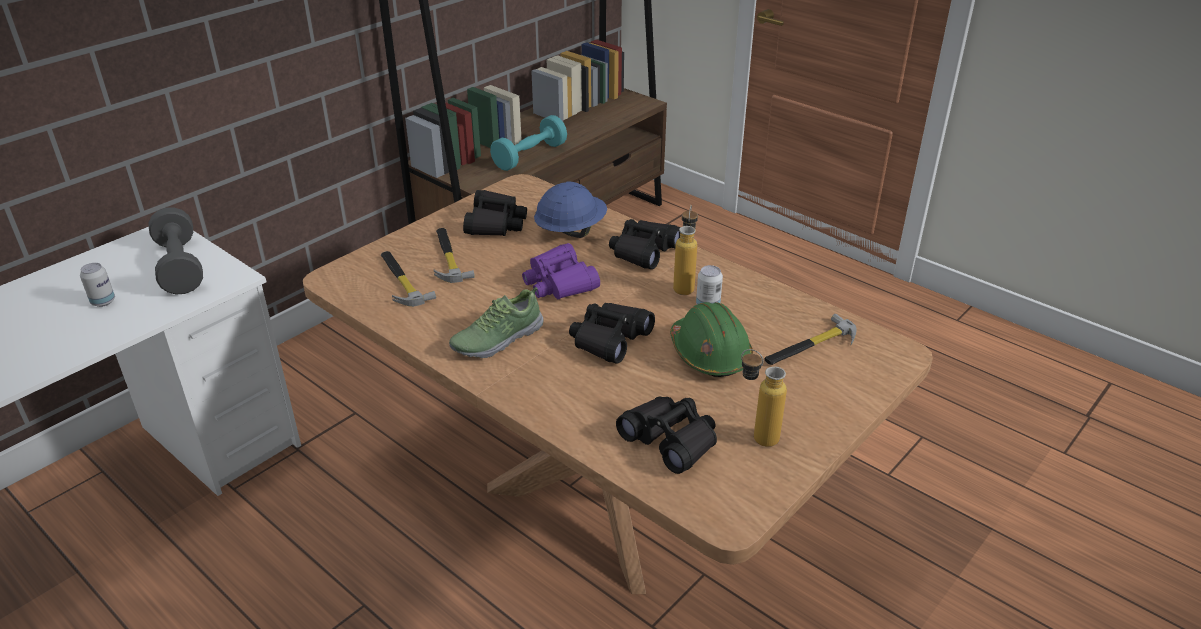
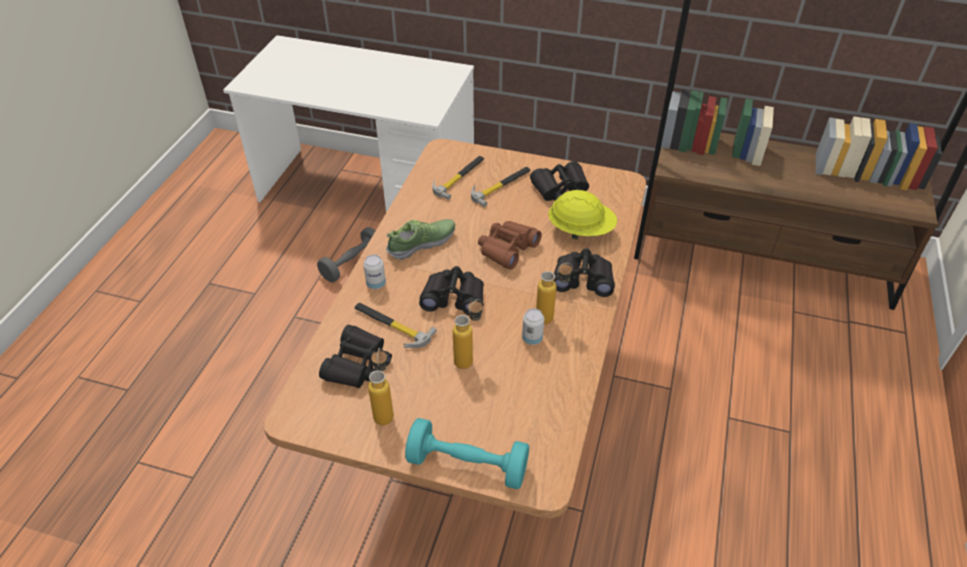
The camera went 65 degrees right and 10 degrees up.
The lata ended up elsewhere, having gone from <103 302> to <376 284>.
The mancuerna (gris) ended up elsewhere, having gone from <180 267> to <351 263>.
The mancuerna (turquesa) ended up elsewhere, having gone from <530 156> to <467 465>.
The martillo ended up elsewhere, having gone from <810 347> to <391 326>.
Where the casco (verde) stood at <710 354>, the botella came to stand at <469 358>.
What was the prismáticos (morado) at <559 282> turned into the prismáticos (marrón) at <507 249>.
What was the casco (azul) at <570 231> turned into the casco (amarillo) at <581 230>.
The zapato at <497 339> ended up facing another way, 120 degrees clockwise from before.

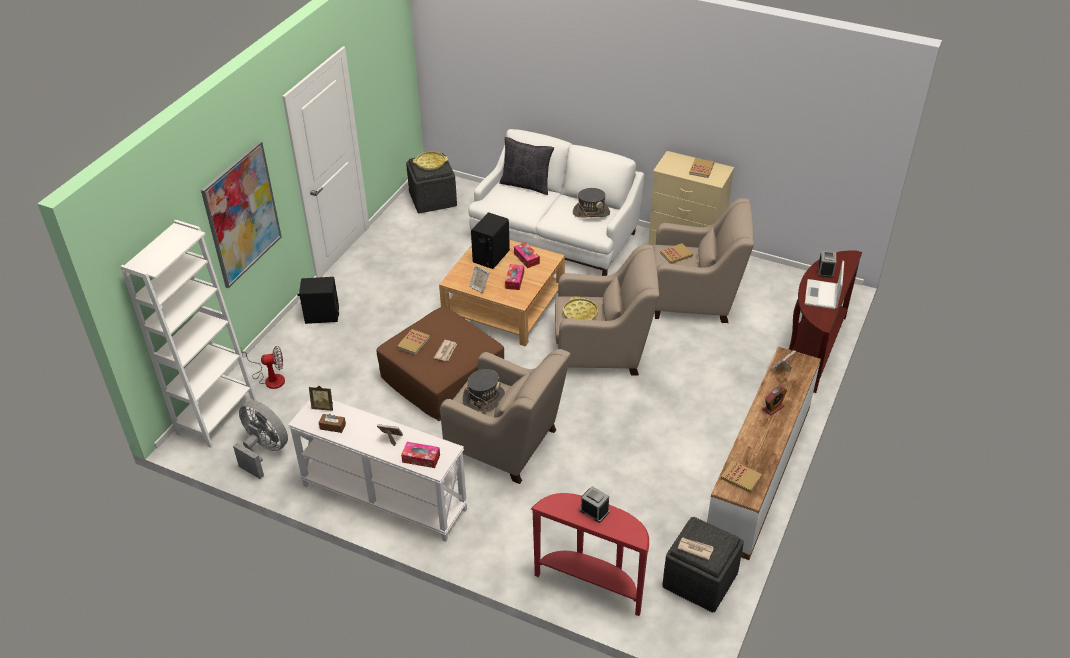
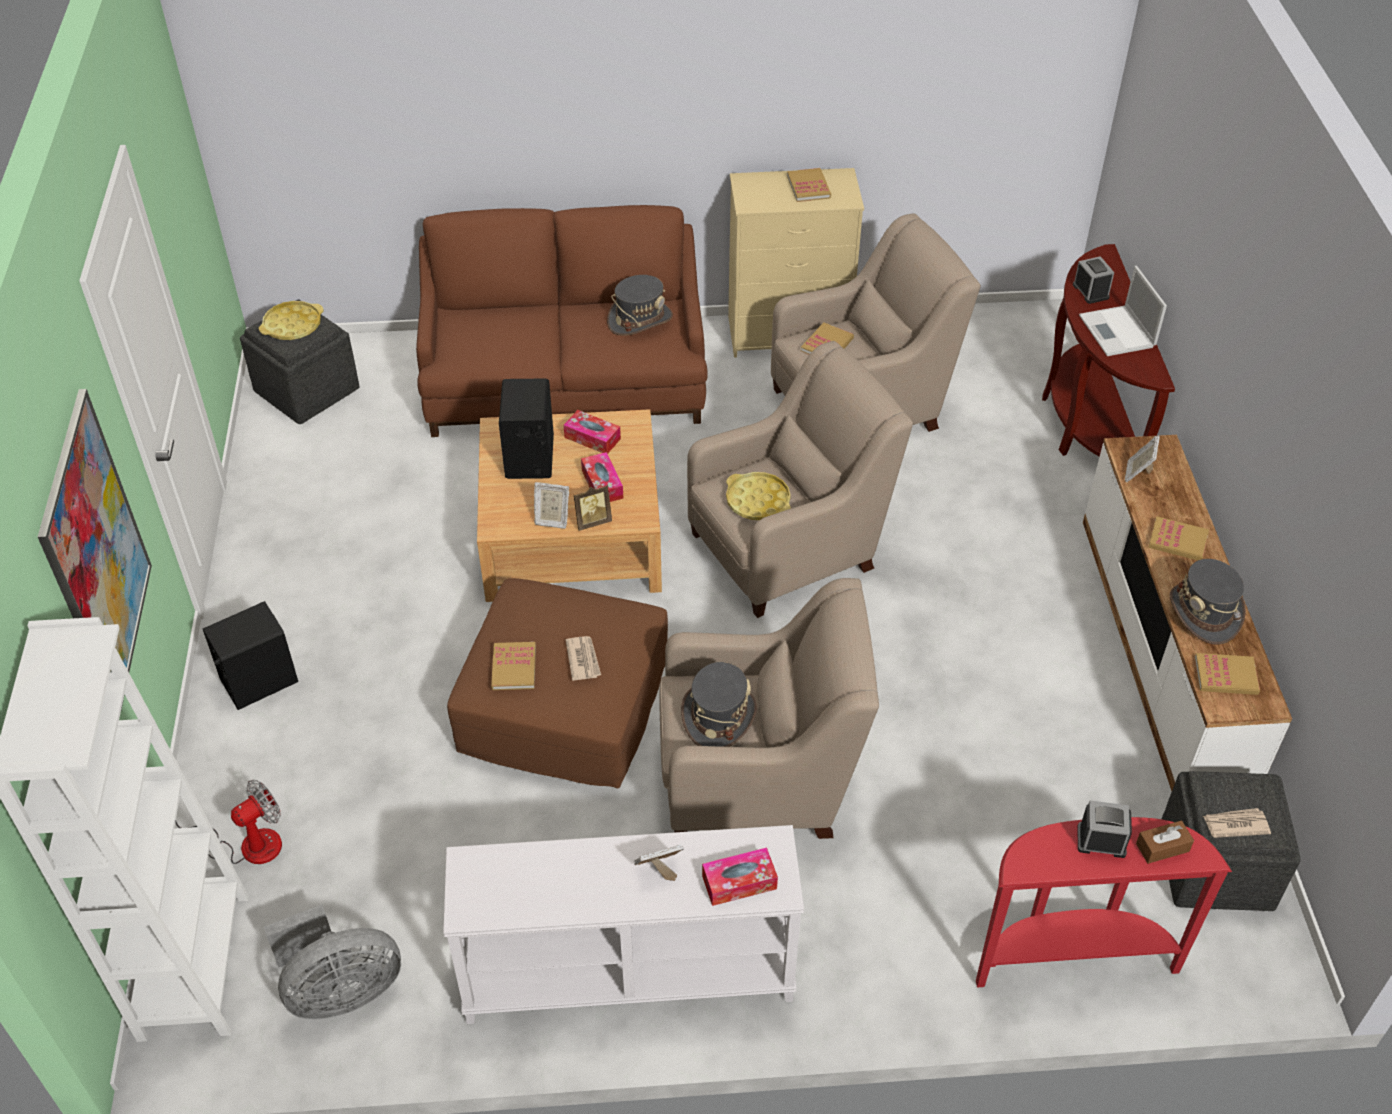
The camera went 30 degrees left and 5 degrees up.
The second view lost the cojín (negro) at <526 185>.
The second view gained the sombrero (gris) at <1204 613>.
The portarretratos ended up elsewhere, having gone from <323 407> to <592 521>.
The caja de pañuelos (marrón) ended up elsewhere, having gone from <332 426> to <1162 847>.
Where the despertador stood at <773 408>, the libro came to stand at <1177 541>.
What was the sofá (blanco) at <556 234> turned into the sofá (marrón) at <566 378>.
The ventilador (gris) at <264 451> ended up facing another way, 150 degrees clockwise from before.

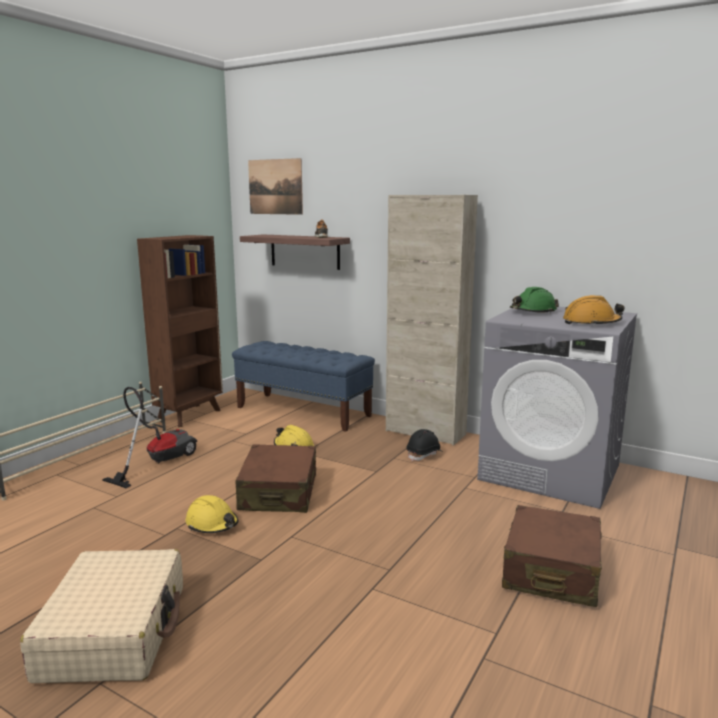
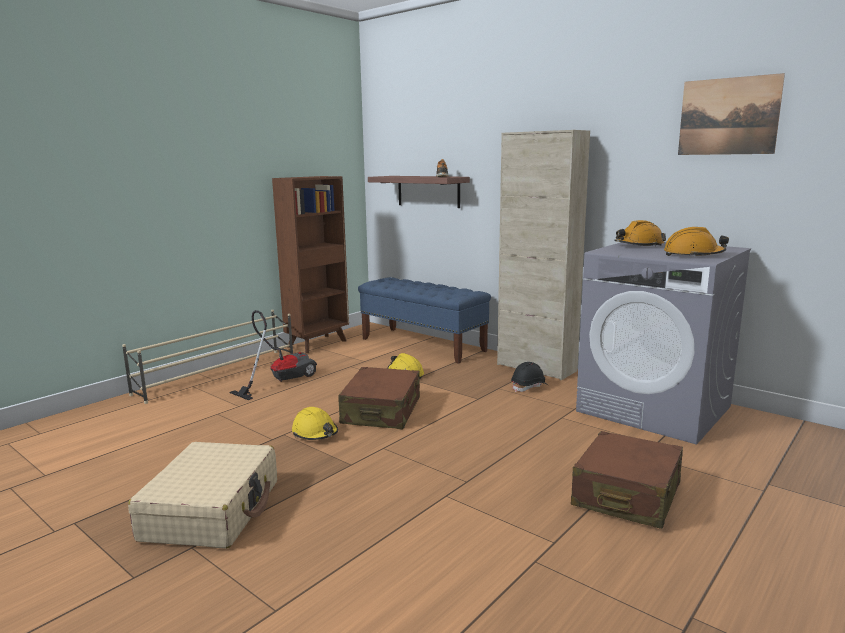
The camera went 10 degrees right and 0 degrees up.
The cuadro ended up elsewhere, having gone from <275 187> to <728 116>.
What was the casco (verde) at <533 312> turned into the casco (naranja) at <638 246>.

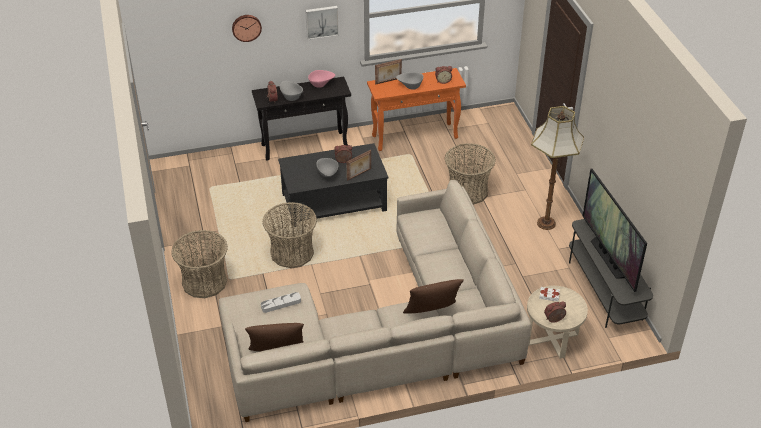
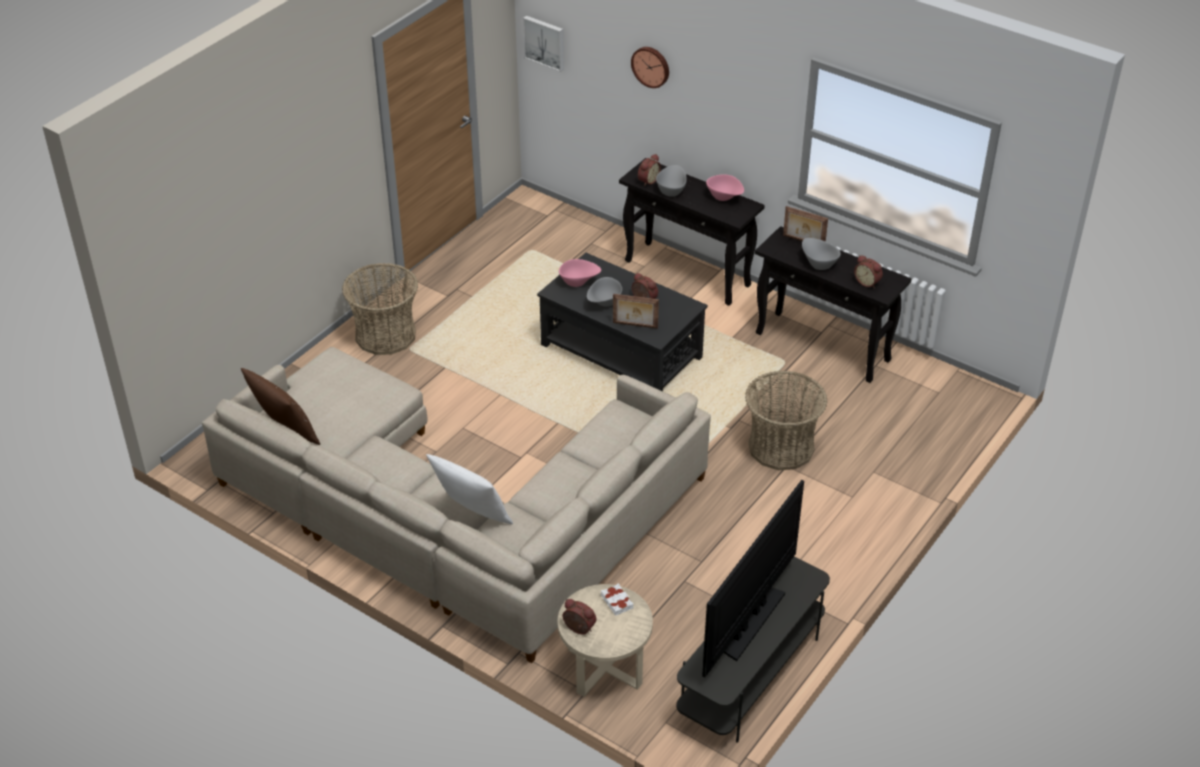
The camera went 50 degrees right and 0 degrees up.
The second view lost the bandeja (gris) at <281 304>.
The second view lost the cesta at <292 253>.
The second view lost the lámpara de pie at <546 223>.
The second view gained the cuenco (rosa) at <579 282>.
The cuadro ended up elsewhere, having gone from <321 21> to <545 42>.
What was the mesa consola (naranja) at <415 136> turned into the mesa consola (negro) at <824 347>.
What was the cojín (marrón) at <432 314> turned into the cojín (blanco) at <472 515>.

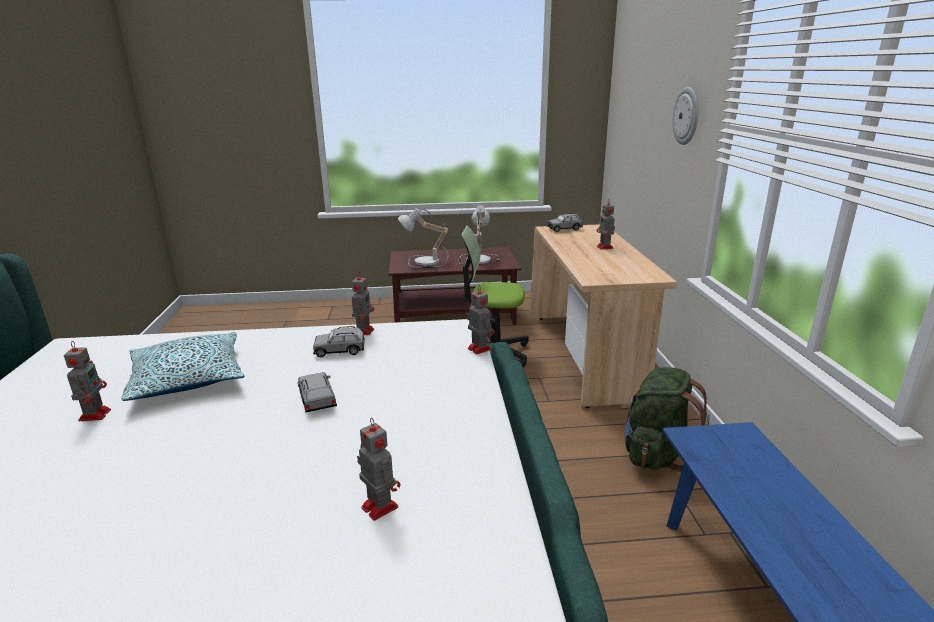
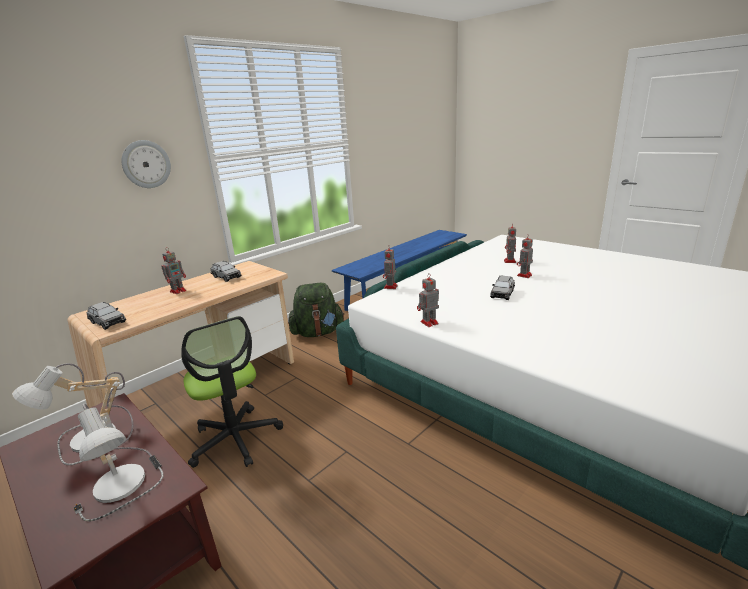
The camera went 130 degrees left and 0 degrees up.
The second view lost the cojín at <188 378>.
The robot de juguete ended up elsewhere, having gone from <95 414> to <524 275>.
The coche de juguete (gris) ended up elsewhere, having gone from <340 350> to <226 277>.

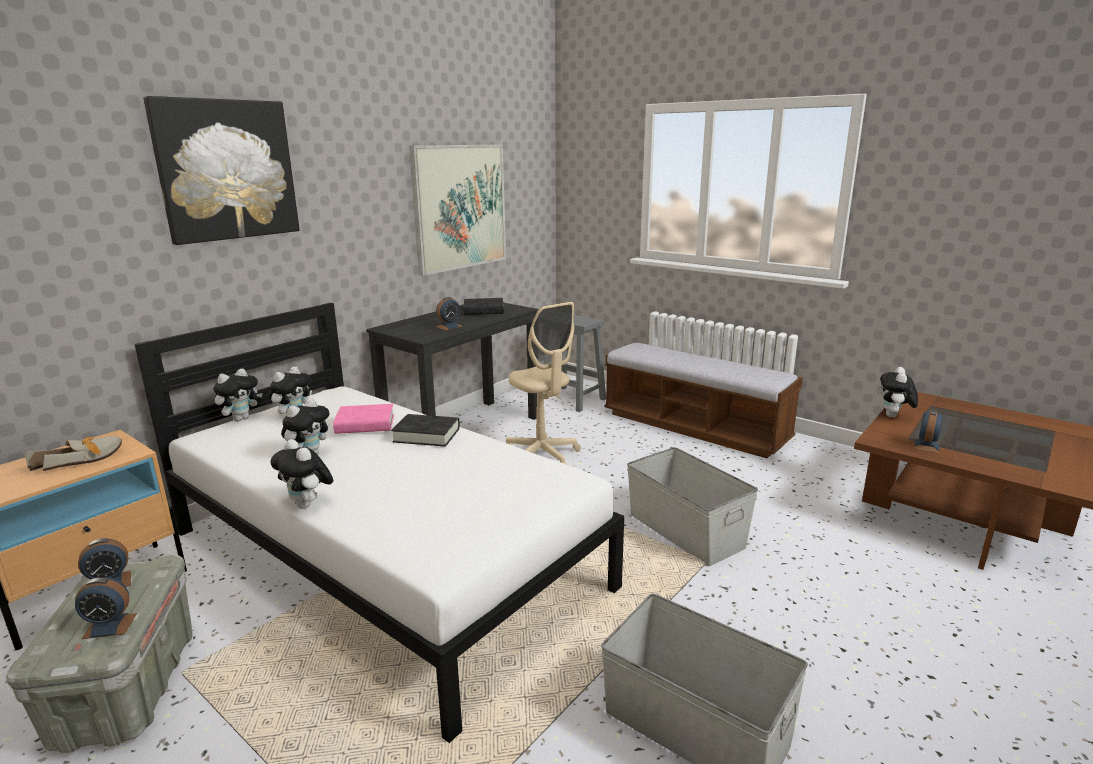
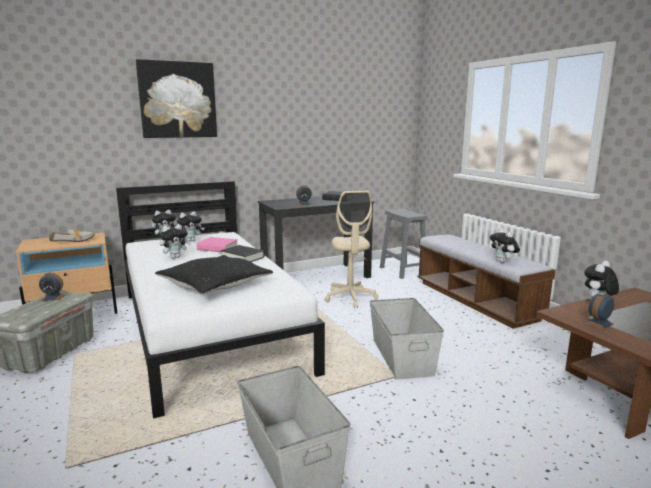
The camera went 25 degrees right and 5 degrees down.
The second view lost the despertador at <110 626>.
The second view lost the cuadro at <460 207>.
The second view gained the cojín (negro) at <215 285>.
The peluche ended up elsewhere, having gone from <308 505> to <503 262>.

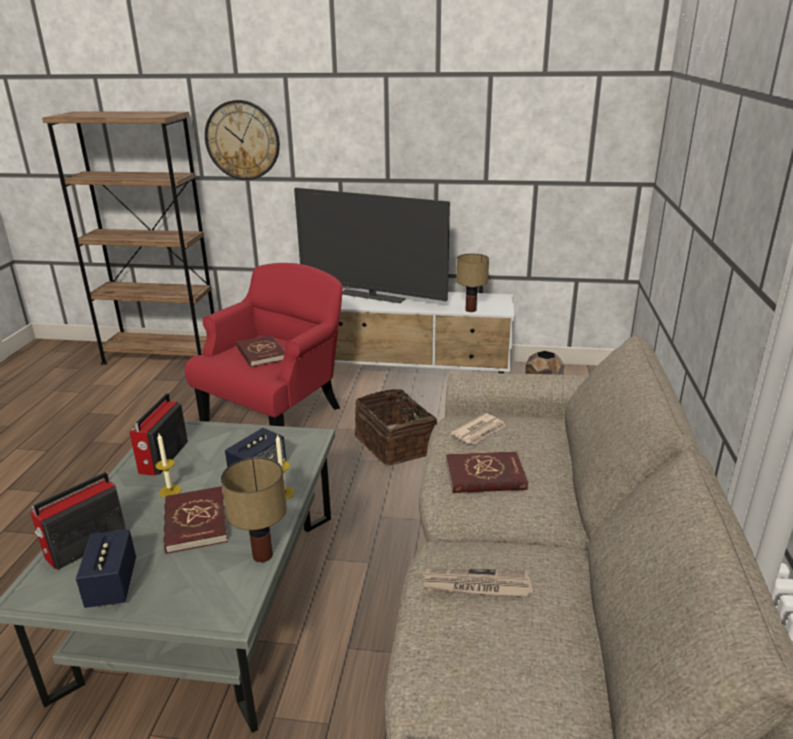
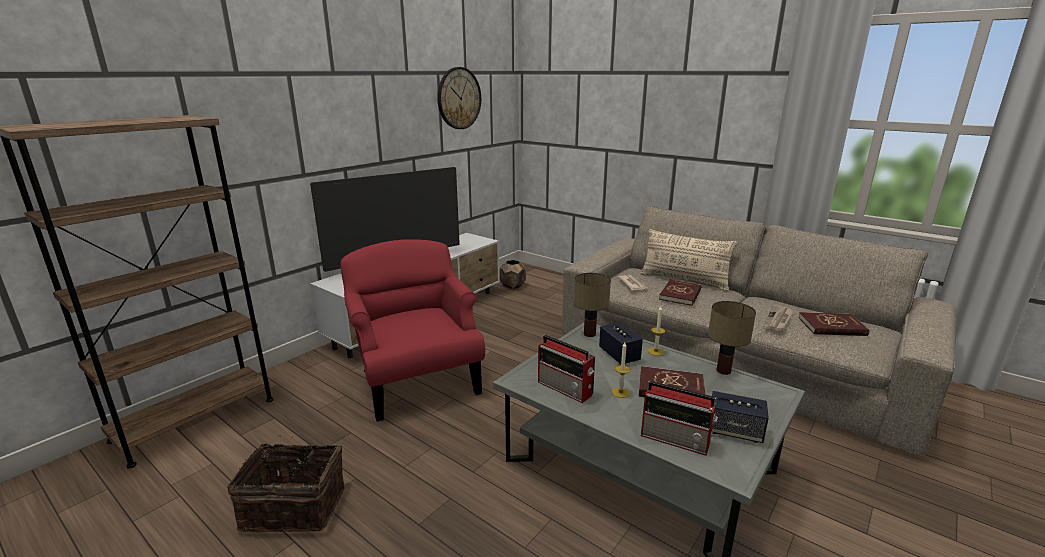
The camera went 60 degrees left and 5 degrees down.
The second view gained the cojín (beis) at <684 280>.
The reloj de pared ended up elsewhere, having gone from <242 140> to <459 98>.
The libro (rojo) ended up elsewhere, having gone from <261 353> to <832 327>.
The cesta ended up elsewhere, having gone from <395 444> to <295 505>.
The lámpara de mesa ended up elsewhere, having gone from <470 310> to <589 334>.
The radio at <85 546> ended up facing another way, 45 degrees counterclockwise from before.

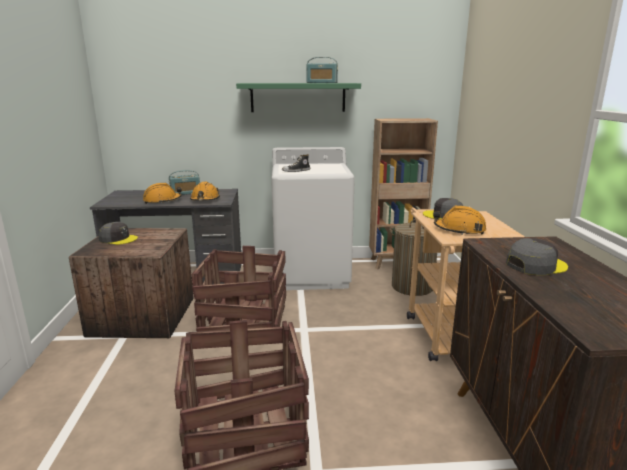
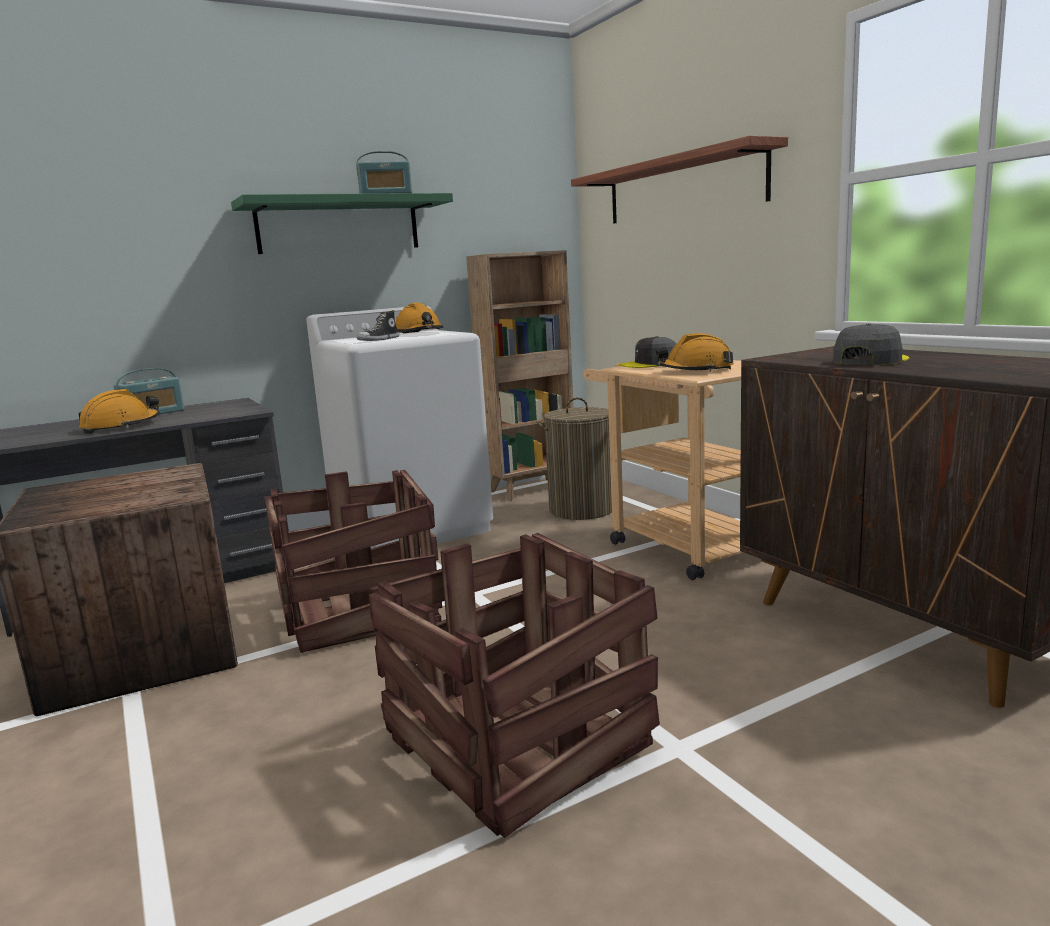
The camera went 25 degrees left and 5 degrees down.
The second view lost the gorra (gris) at <118 239>.
The second view gained the estante at <682 187>.
The casco (naranja) ended up elsewhere, having gone from <205 200> to <419 333>.

